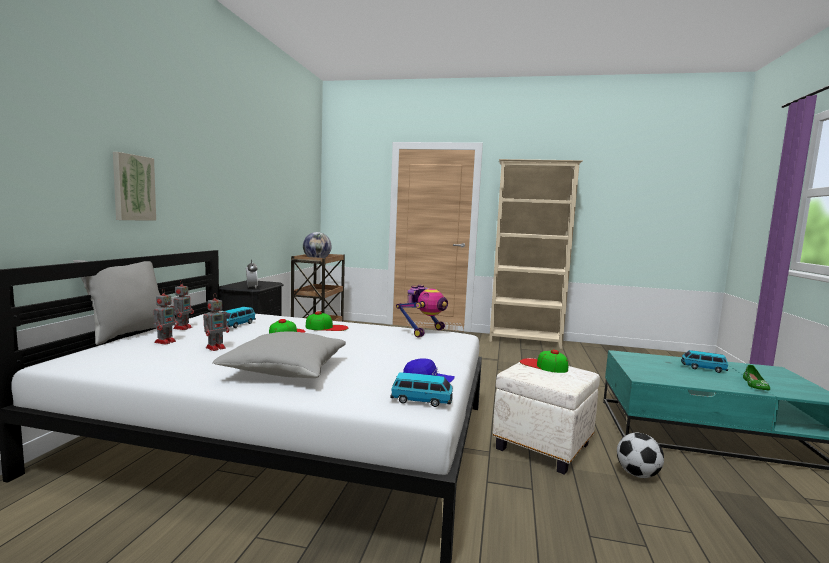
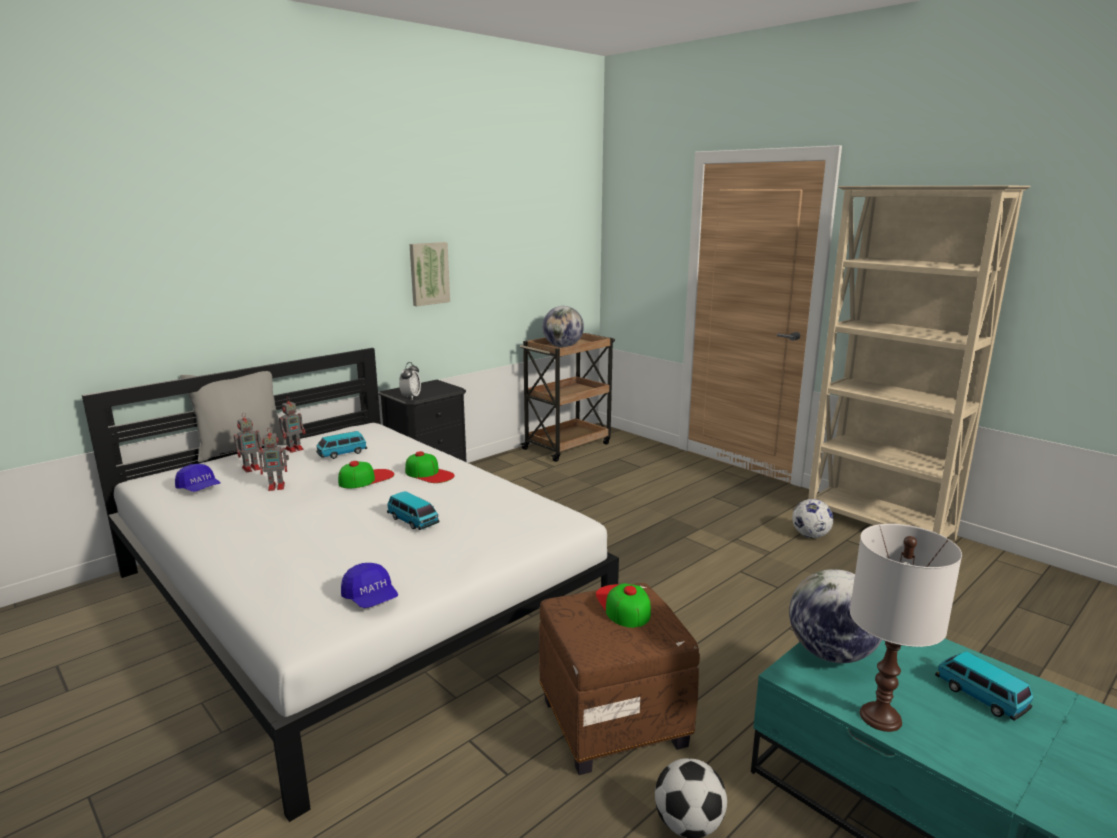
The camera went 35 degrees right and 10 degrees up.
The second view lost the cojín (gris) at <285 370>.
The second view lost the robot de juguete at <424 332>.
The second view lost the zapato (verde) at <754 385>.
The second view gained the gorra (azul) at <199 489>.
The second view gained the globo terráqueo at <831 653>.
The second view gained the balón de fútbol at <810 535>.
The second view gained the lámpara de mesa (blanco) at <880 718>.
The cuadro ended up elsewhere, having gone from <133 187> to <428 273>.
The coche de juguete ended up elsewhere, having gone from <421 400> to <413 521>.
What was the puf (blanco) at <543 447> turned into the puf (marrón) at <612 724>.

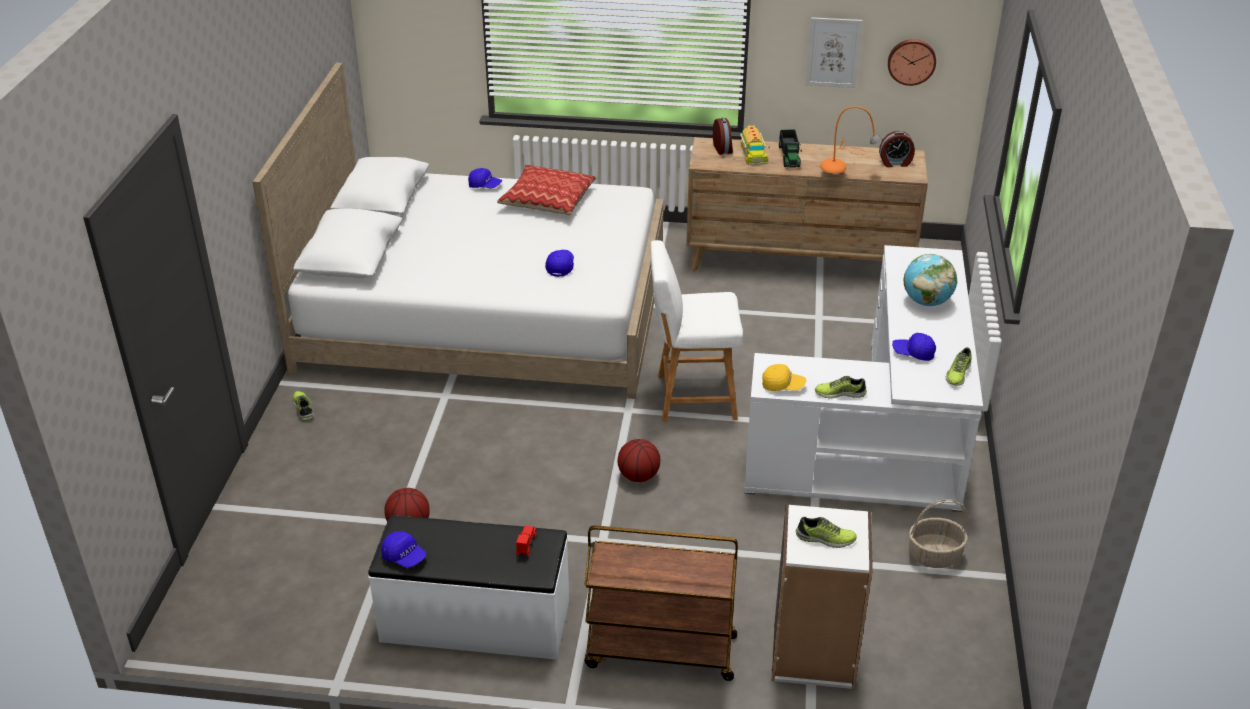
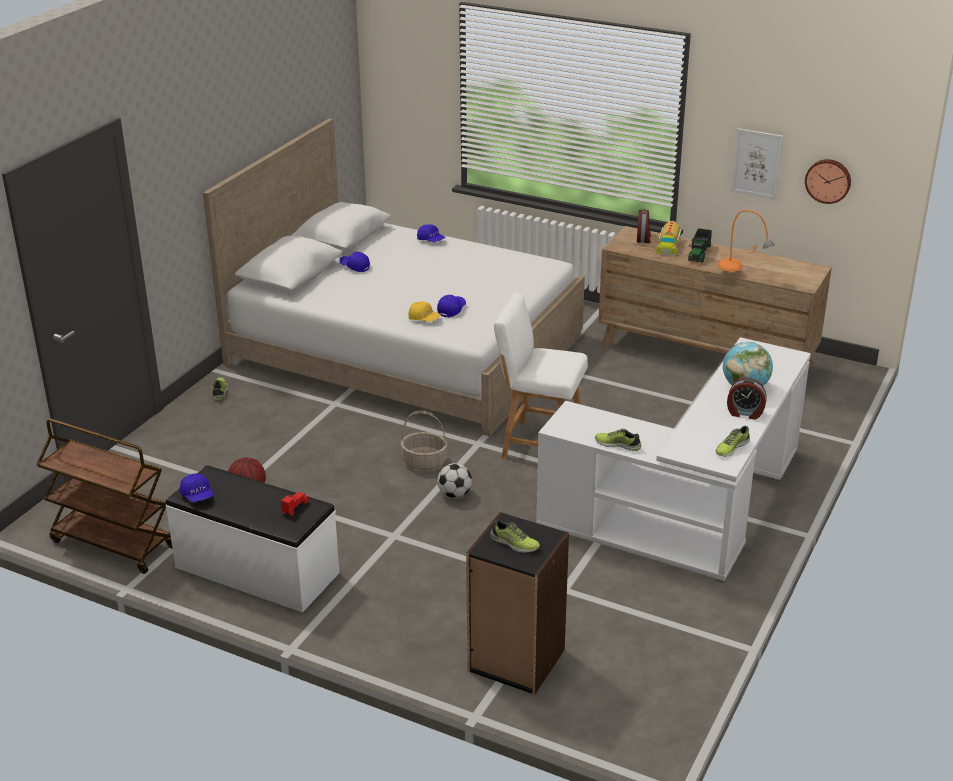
The camera went 20 degrees right and 5 degrees down.
The second view lost the cojín at <547 199>.
The carrito (marrón) ended up elsewhere, having gone from <659 652> to <112 544>.
The gorra (amarillo) ended up elsewhere, having gone from <783 385> to <424 319>.
The despertador ended up elsewhere, having gone from <895 163> to <745 413>.
The gorra (azul) ended up elsewhere, having gone from <913 353> to <355 267>.
The cesta ended up elsewhere, having gone from <935 555> to <425 462>.
Where the balón de baloncesto stood at <638 476>, the balón de fútbol came to stand at <455 494>.
What was the estantería (blanco) at <813 655> turned into the estantería (negro) at <515 661>.

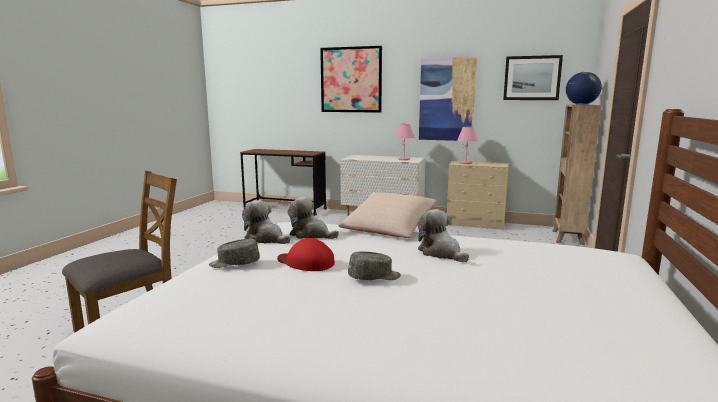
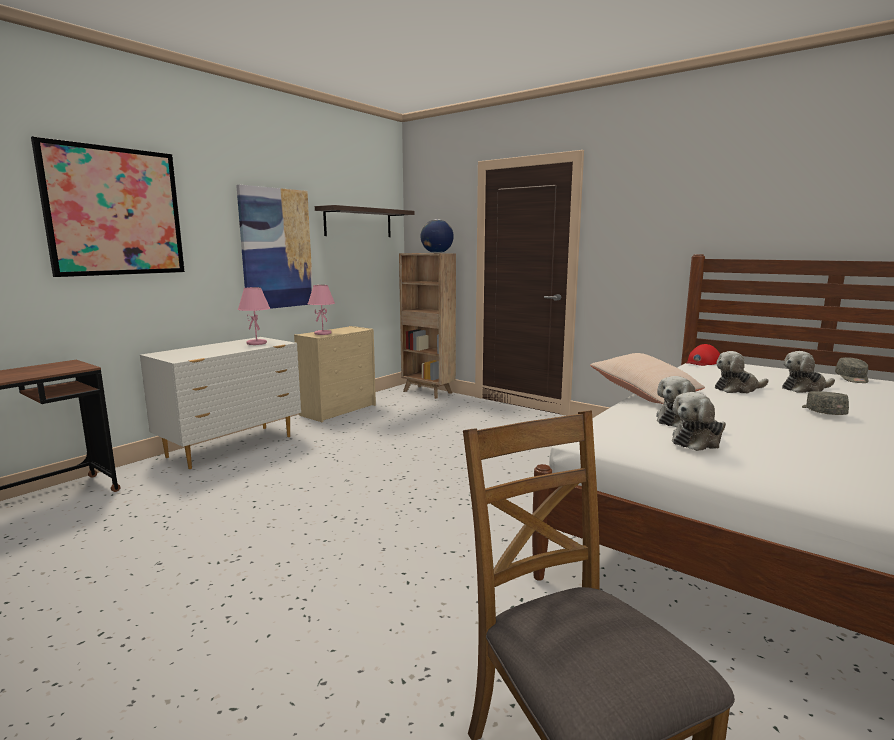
The camera went 70 degrees left and 0 degrees up.
The second view gained the peluche at <805 389>.
The gorra (gris) ended up elsewhere, having gone from <234 263> to <852 378>.
The gorra (rojo) ended up elsewhere, having gone from <306 262> to <702 362>.
Where the cuadro hung at <532 78>, the estante came to hang at <358 222>.

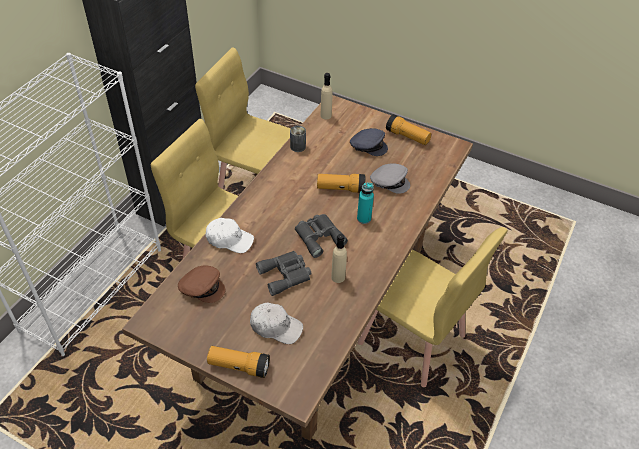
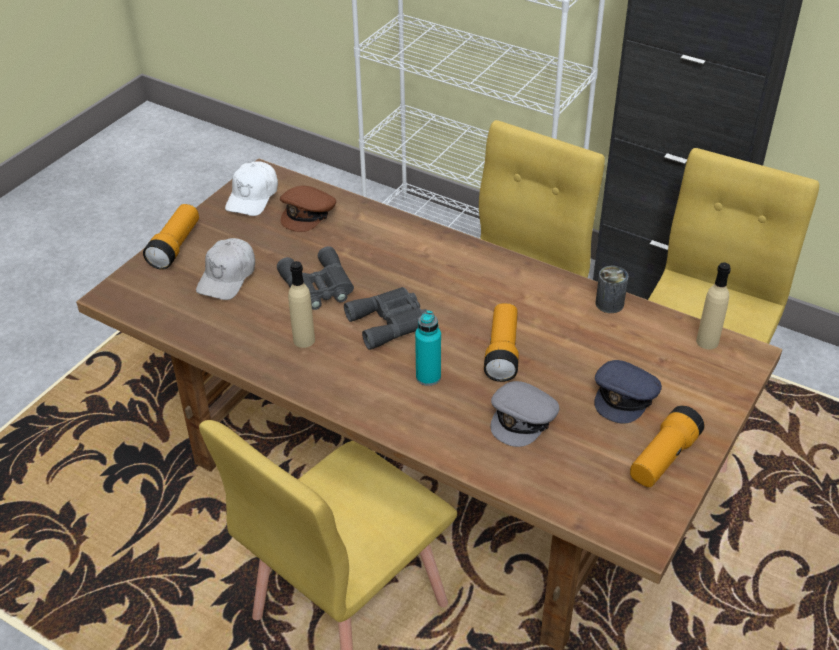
The camera went 95 degrees right and 5 degrees down.
The gorra (blanco) ended up elsewhere, having gone from <229 239> to <253 197>.

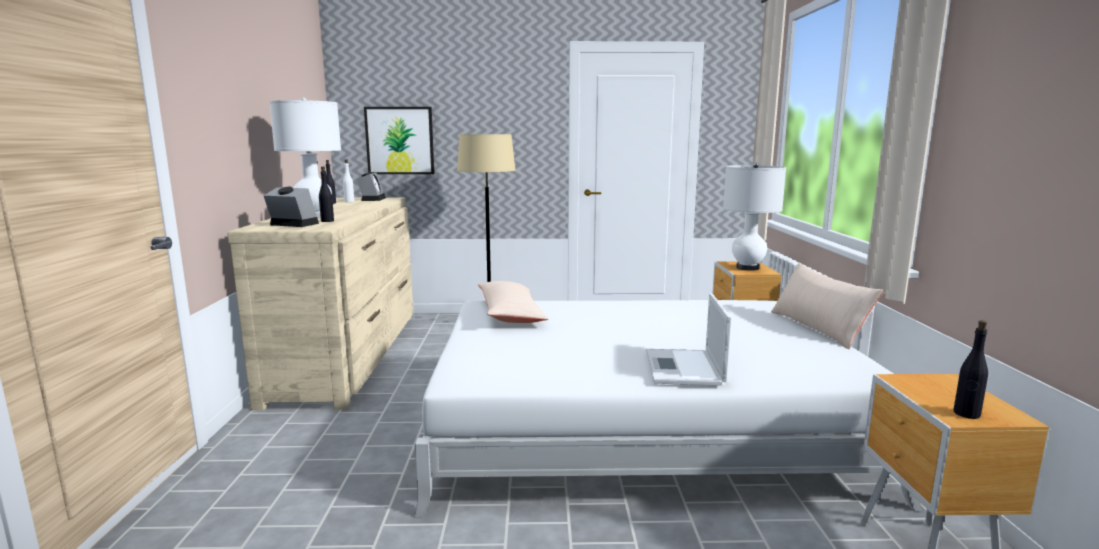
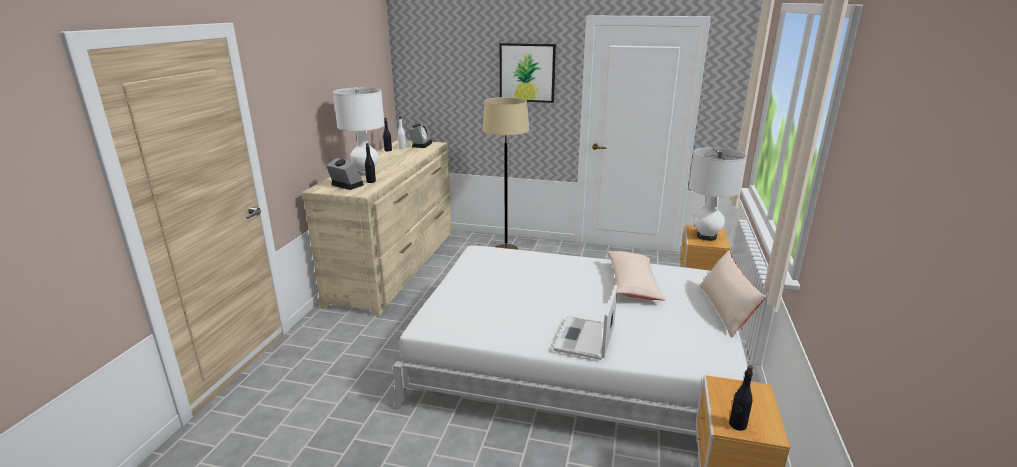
The camera went 15 degrees right and 10 degrees up.
The cuadro ended up elsewhere, having gone from <400 140> to <527 72>.
The cojín (beis) ended up elsewhere, having gone from <510 313> to <633 283>.

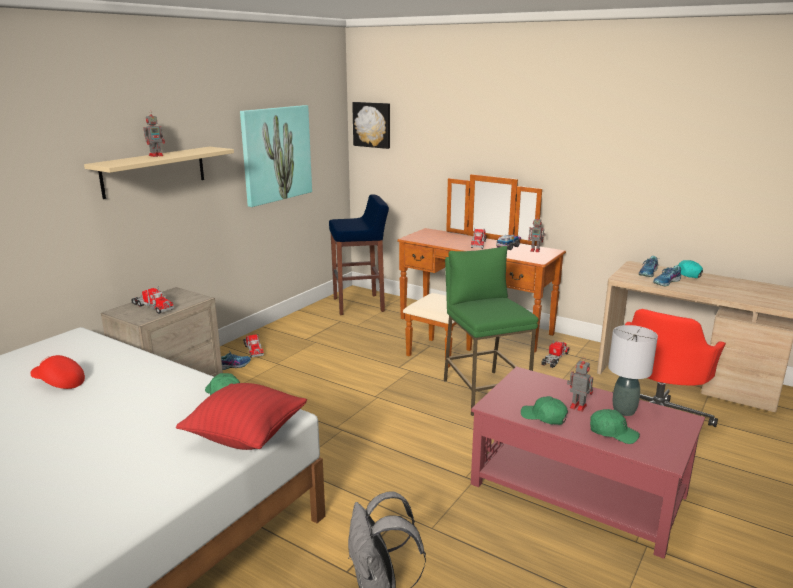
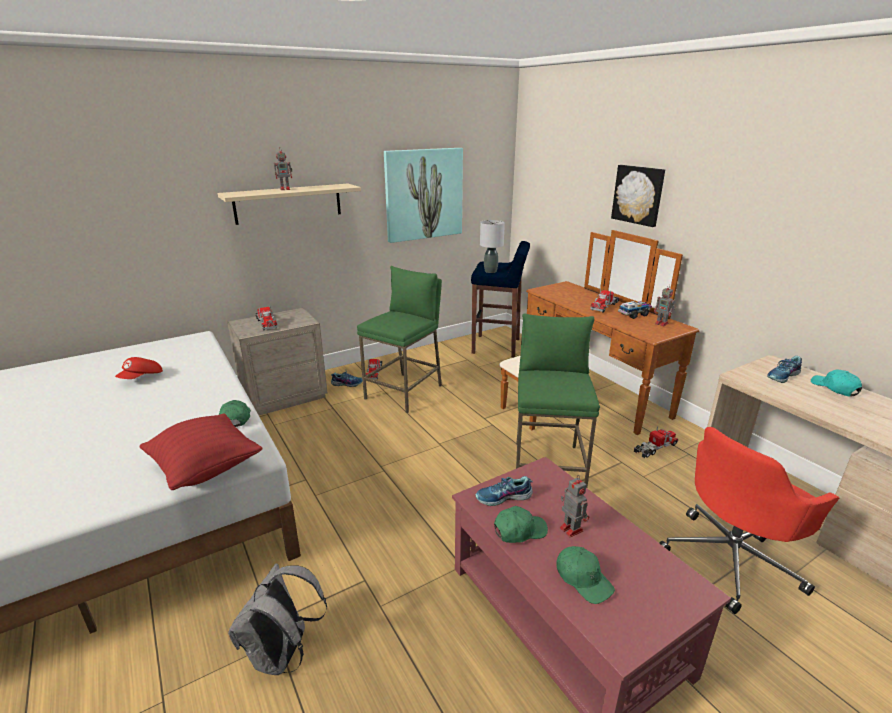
The camera went 25 degrees right and 5 degrees up.
The second view gained the taburete (verde) at <404 392>.
The cuadro ended up elsewhere, having gone from <372 124> to <638 195>.
The lámpara de mesa (gris) ended up elsewhere, having gone from <623 410> to <490 271>.
The zapato ended up elsewhere, having gone from <666 282> to <503 498>.
The gorra (rojo) at <59 383> ended up facing another way, 105 degrees counterclockwise from before.
The gorra (verde) at <544 417> ended up facing another way, 105 degrees clockwise from before.

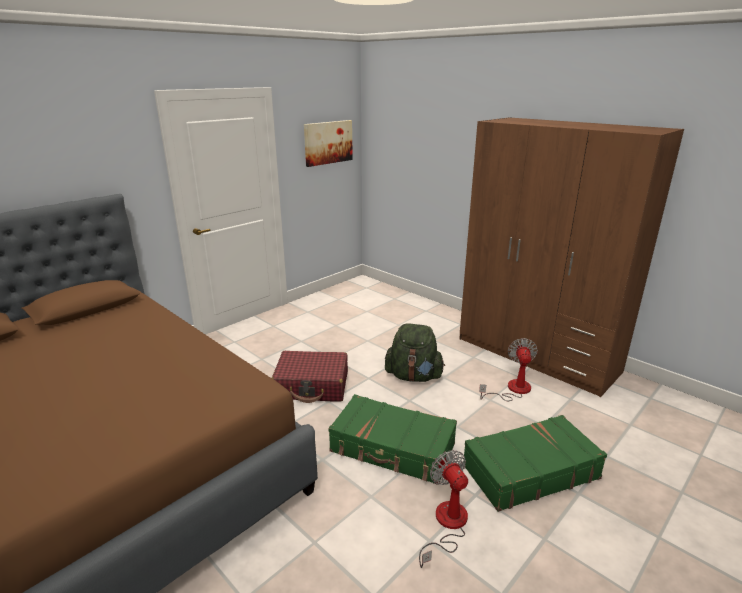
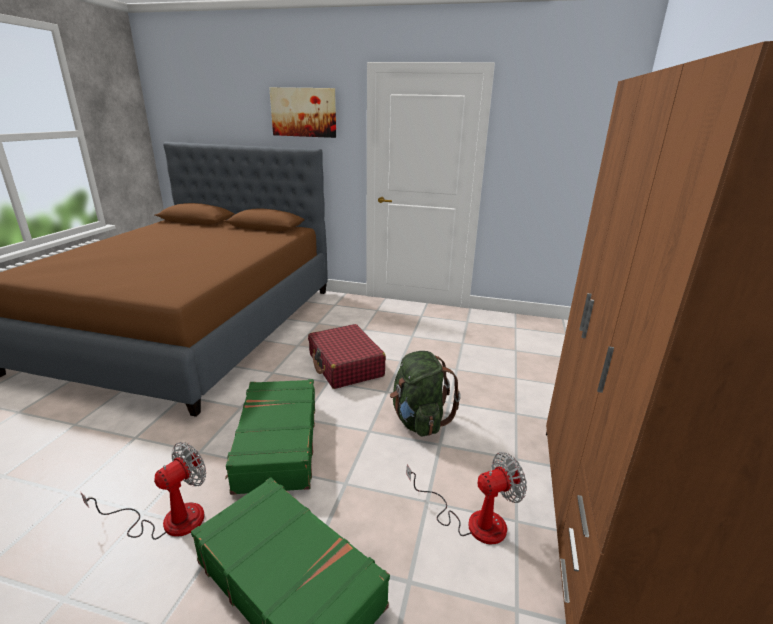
The camera went 60 degrees right and 0 degrees up.
The cuadro ended up elsewhere, having gone from <328 142> to <304 112>.

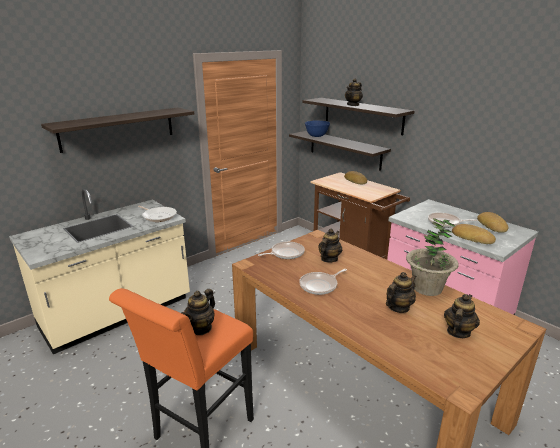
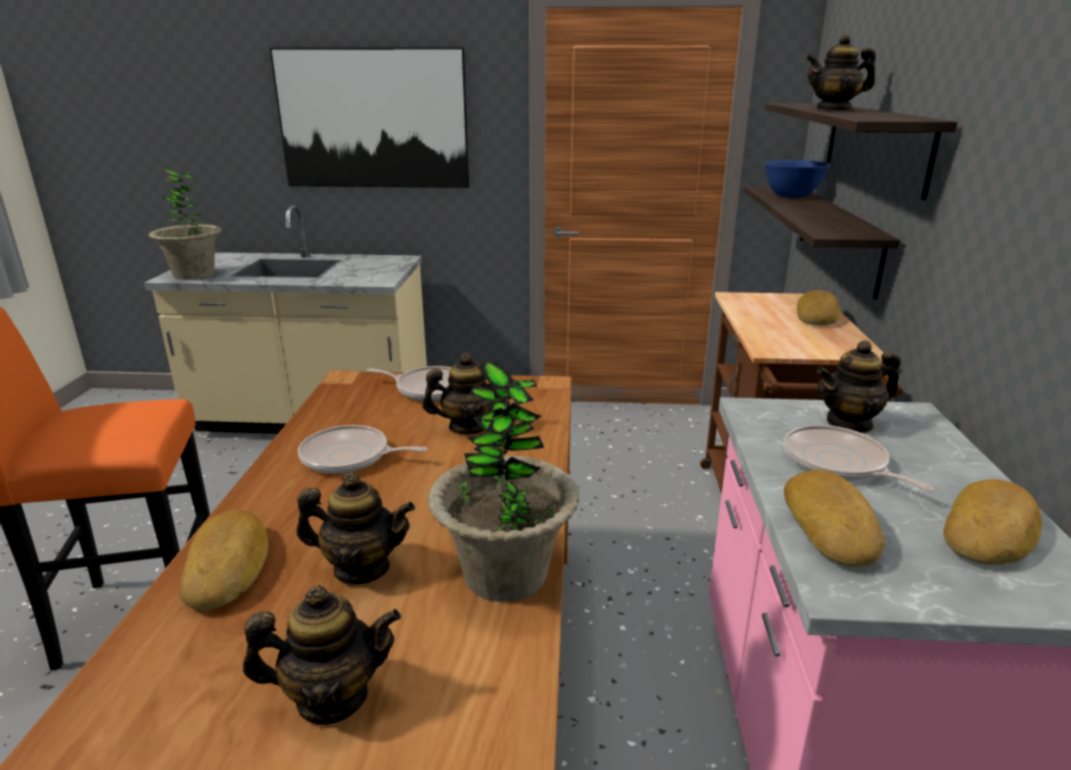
The camera went 45 degrees right and 0 degrees up.
The second view lost the sartén at <158 216>.
The second view gained the planta en maceta at <194 274>.
The second view gained the pan at <229 566>.
The tetera ended up elsewhere, having gone from <201 328> to <849 423>.
Where the estante hung at <118 129>, the cuadro came to hang at <373 119>.

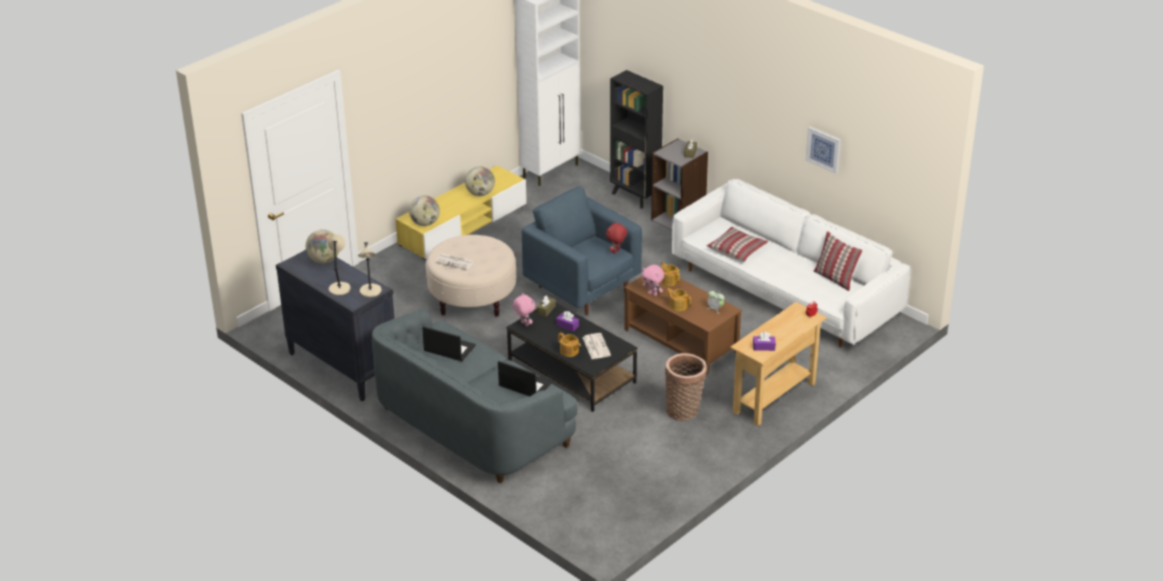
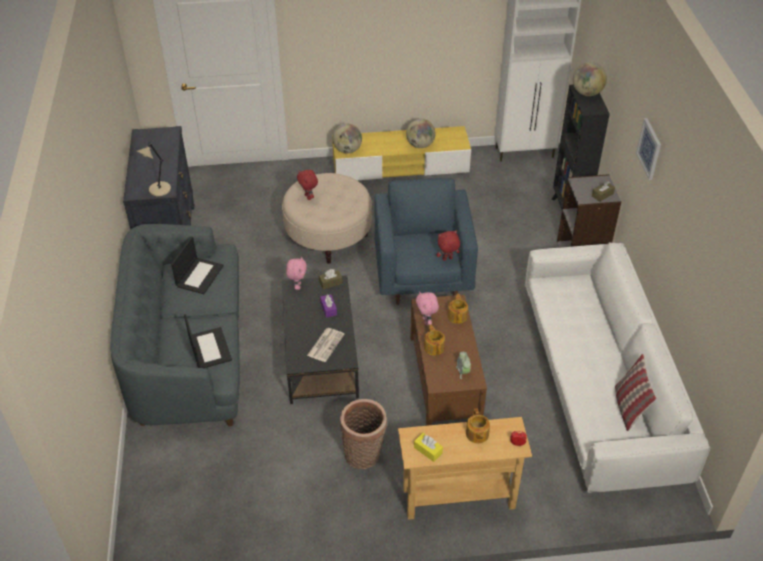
The camera went 40 degrees right and 10 degrees up.
The second view lost the lámpara de mesa (beis) at <339 288>.
The second view lost the cojín at <737 250>.
The globo terráqueo ended up elsewhere, having gone from <324 260> to <587 93>.
The tetera ended up elsewhere, having gone from <569 351> to <477 434>.
The cuadro ended up elsewhere, having gone from <823 149> to <649 149>.
Where the periódico stood at <455 262>, the peluche (rojo) came to stand at <308 197>.
What was the caja de pañuelos (morado) at <763 347> turned into the caja de pañuelos (amarillo) at <428 450>.
The portátil at <449 348> ended up facing another way, 45 degrees clockwise from before.

